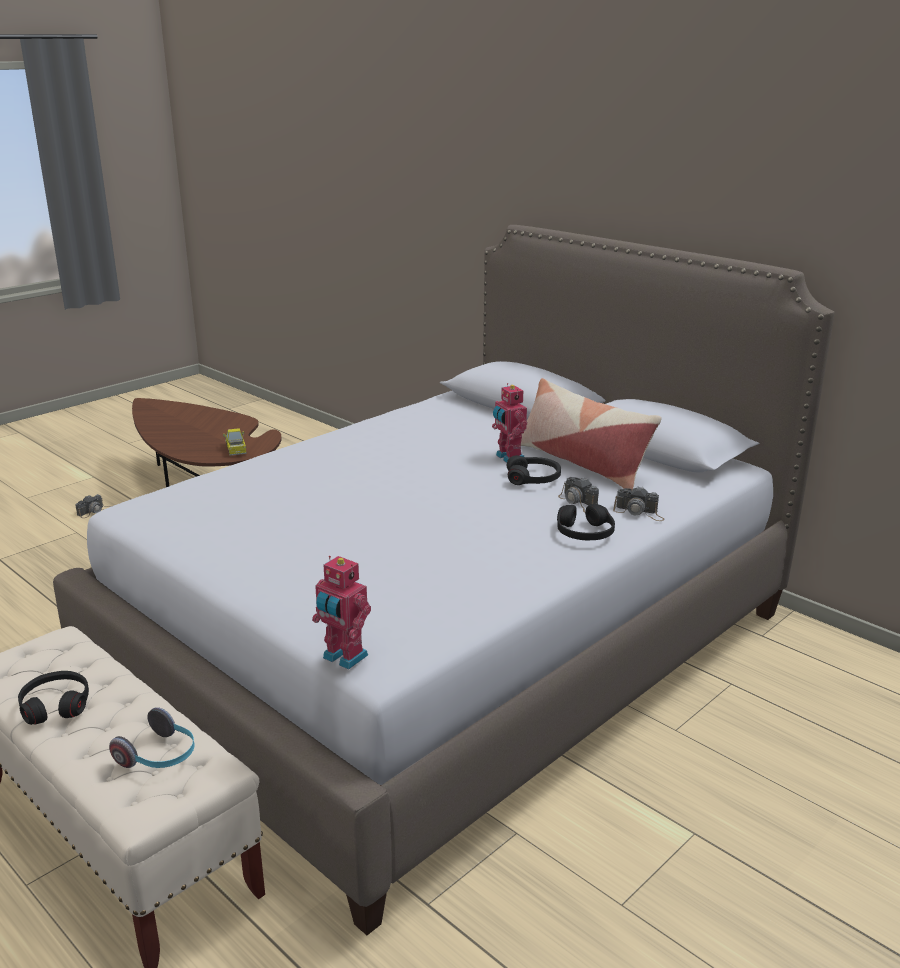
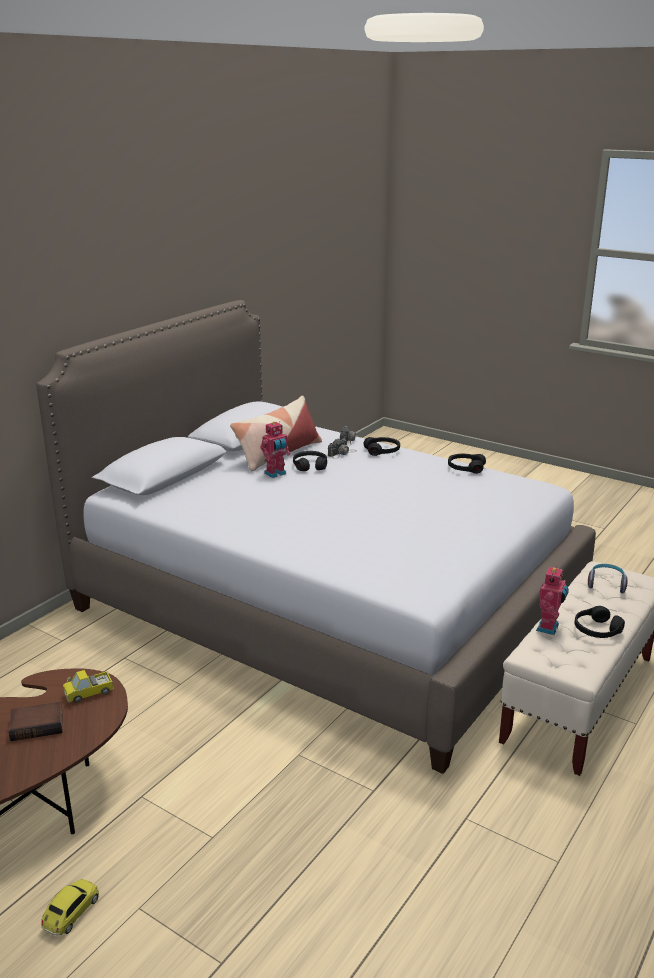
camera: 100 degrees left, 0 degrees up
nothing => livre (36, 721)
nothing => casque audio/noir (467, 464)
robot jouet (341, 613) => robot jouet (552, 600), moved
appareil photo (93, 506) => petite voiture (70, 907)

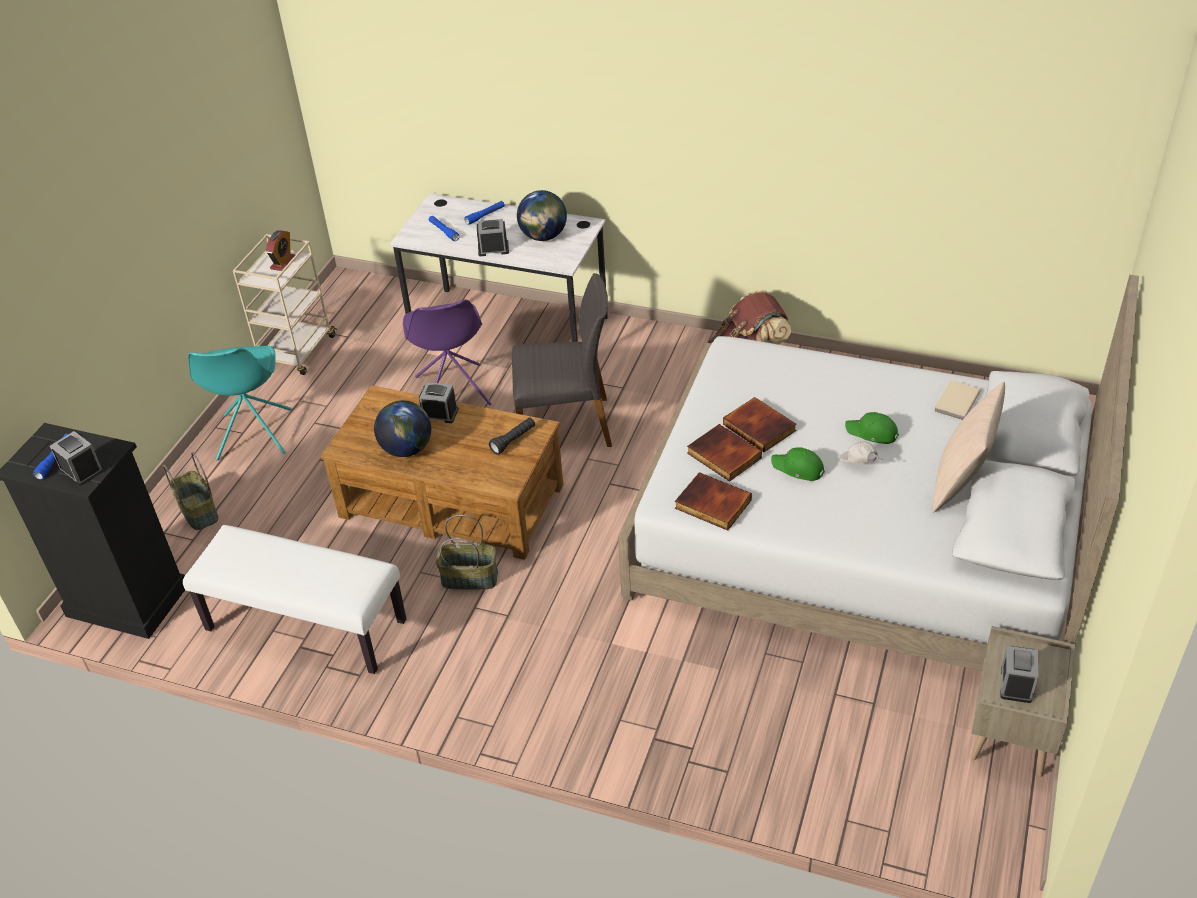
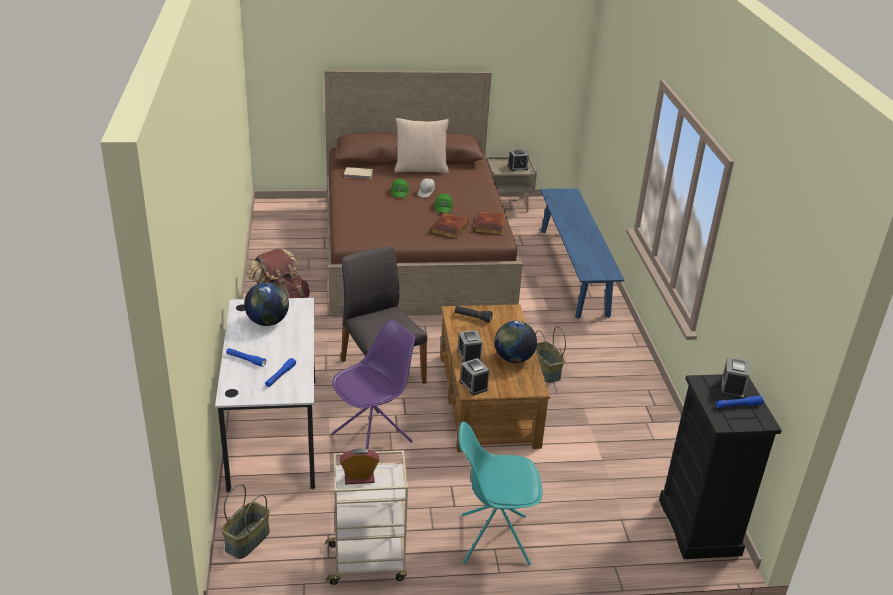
camera: 120 degrees left, 10 degrees down
banc/blanc (294, 599) => nothing
livre (759, 424) => nothing
nothing => banc/bleu (582, 253)
panier (190, 491) => panier (246, 521), moved
réveil (493, 237) => réveil (474, 376), moved
lit/blanc (878, 473) => lit/marron (423, 193)
chaise/turquoise (240, 403) => chaise/turquoise (500, 493), 150 degrees counterclockwise

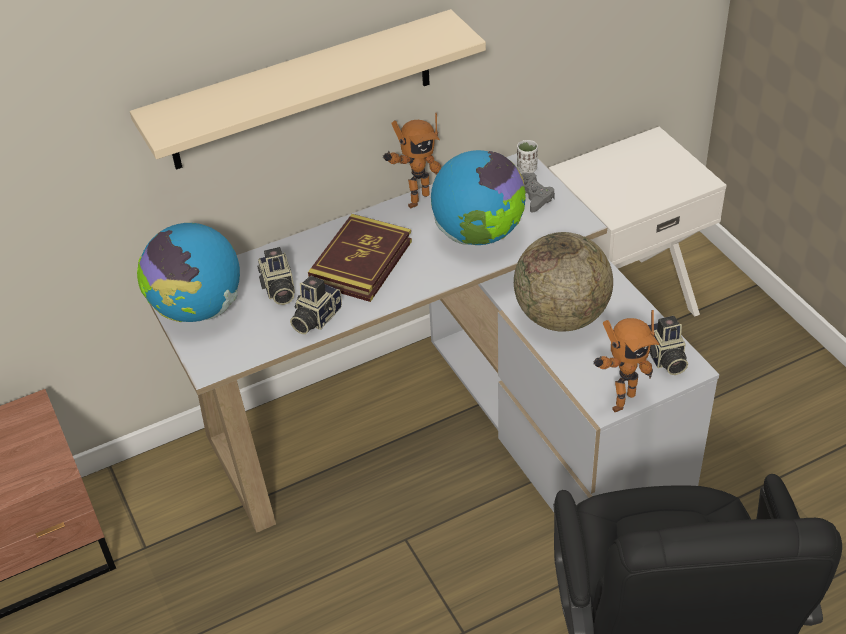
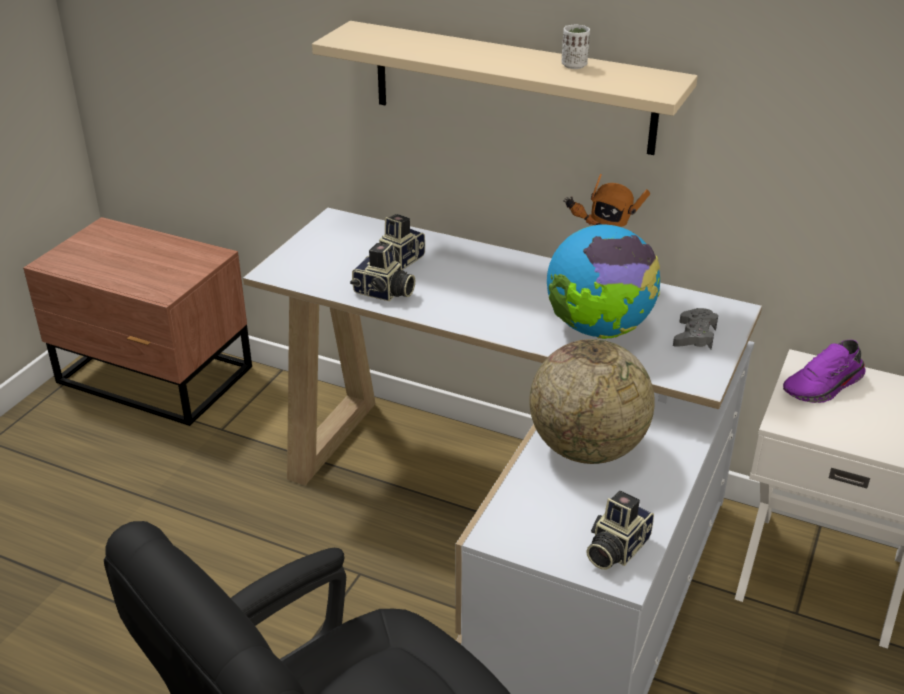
camera: 50 degrees right, 10 degrees down
globe (188, 272) => nothing
livre (360, 258) => nothing
robot jouet (626, 361) => nothing
nothing => chaussure/violet (824, 371)
tasse/blanc (527, 156) => tasse/blanc (575, 47), moved
appareil photo (316, 305) => appareil photo (382, 272), 150 degrees counterclockwise

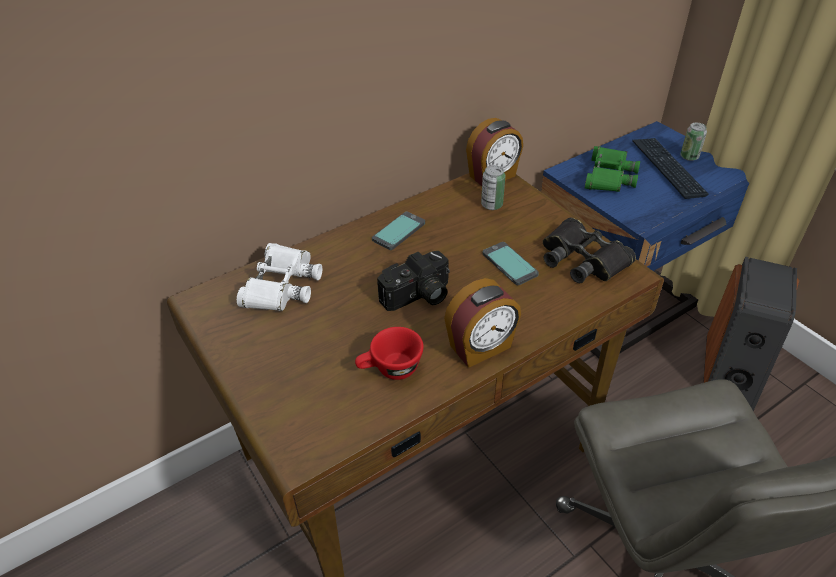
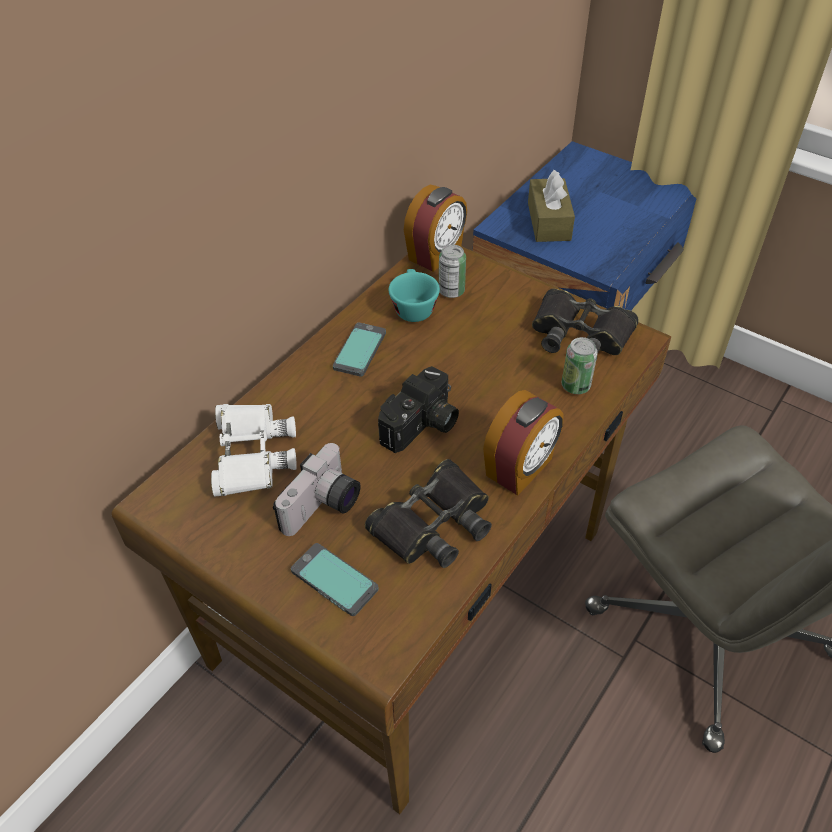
camera: 20 degrees left, 5 degrees up
clavier (670, 168) => nothing
enceinte (751, 334) => nothing
nothing => appareil photo (317, 489)
nothing => tasse/turquoise (414, 295)
téléphone (510, 263) => téléphone (335, 579), moved
boîte métallique (693, 142) => boîte métallique (579, 365), moved
tasse/rouge (389, 353) => jumelles/noir (428, 513)
jumelles/vert (612, 169) => boîte à mouchoirs/marron (551, 206)

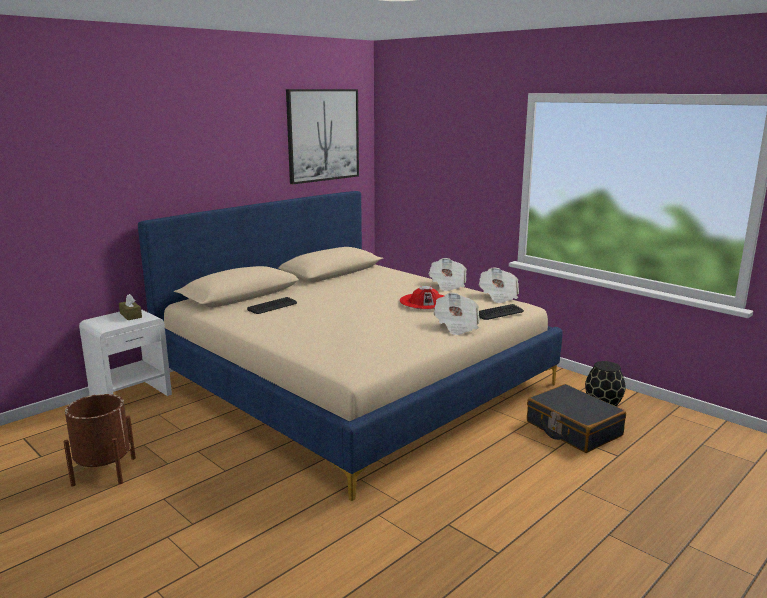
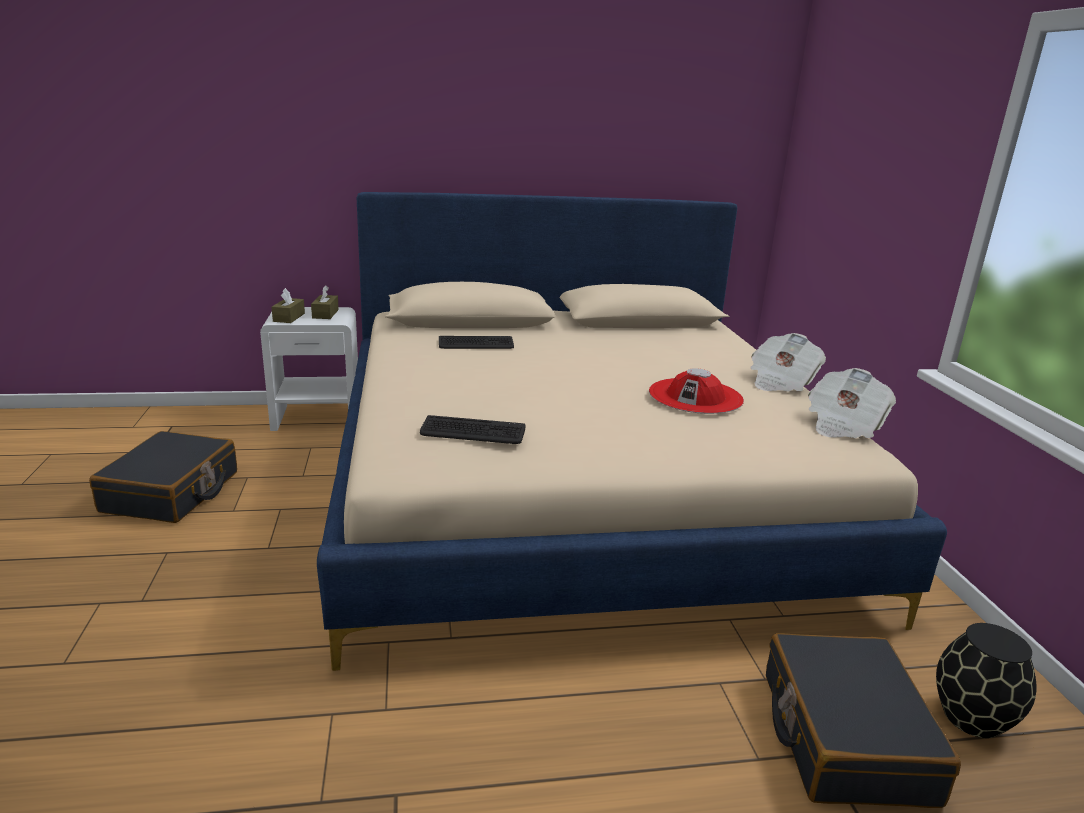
camera: 35 degrees right, 5 degrees up
tableau (322, 136) => nothing
journal (457, 314) => nothing
nothing => boîte à mouchoirs/marron (288, 305)
clavier (501, 312) => clavier (472, 429), moved
cache-pot/marron (99, 440) => valise/noir (163, 477)

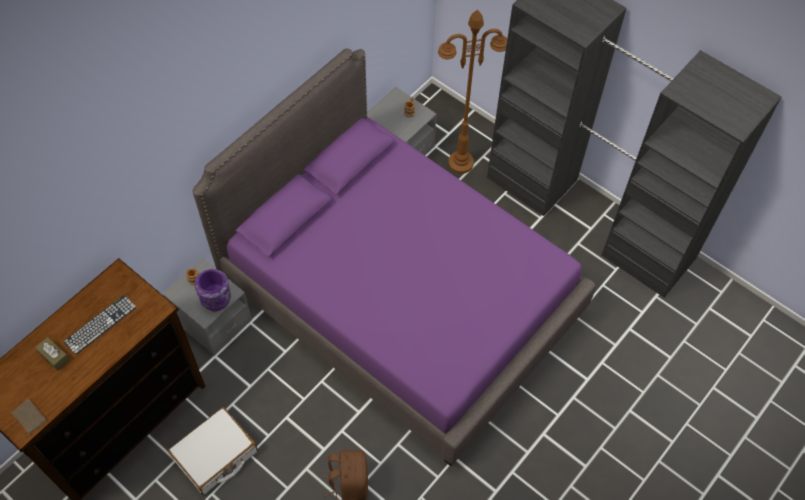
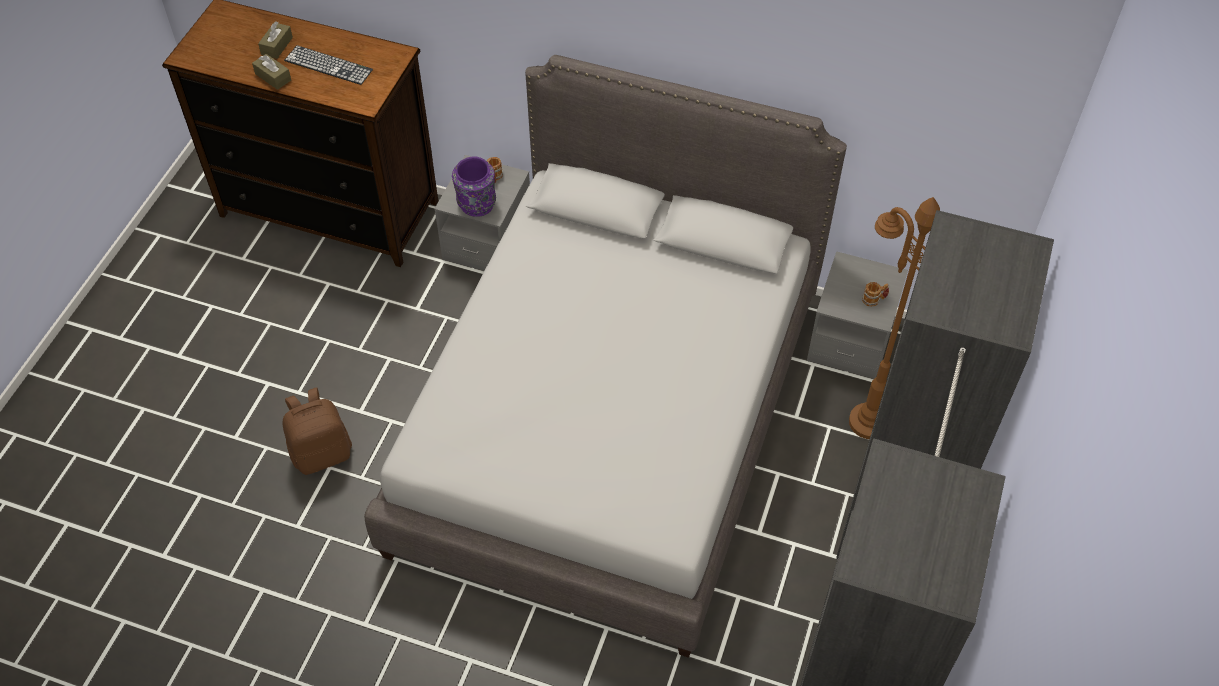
camera: 70 degrees right, 5 degrees down
livre/marron (29, 418) => nothing
valise/blanc (213, 451) => nothing
nothing => boîte à mouchoirs/marron (271, 72)
lit/violet (394, 257) => lit/gris (605, 356)

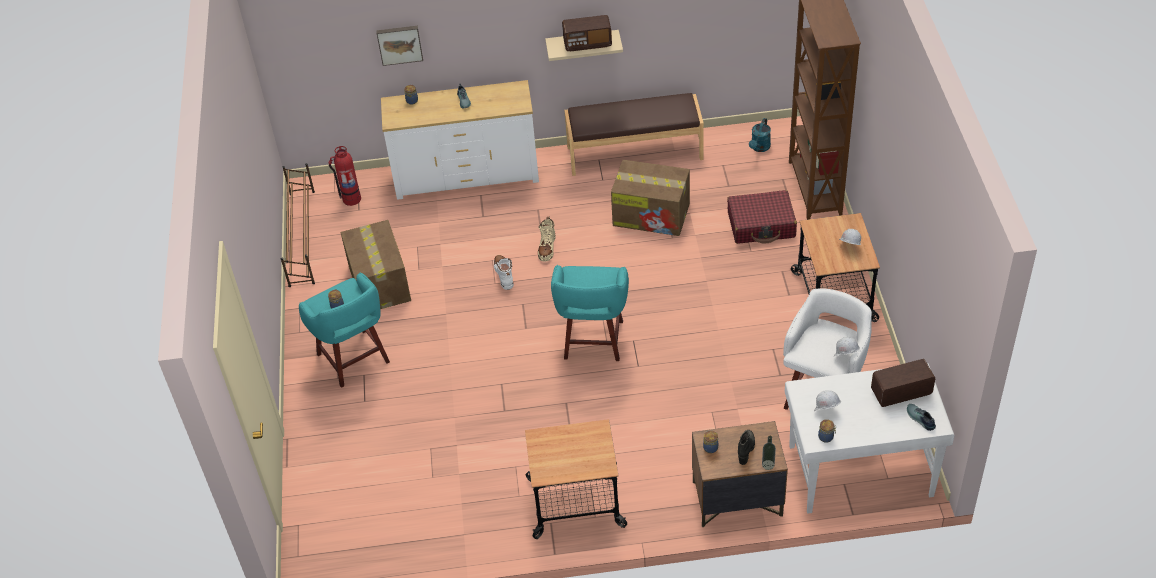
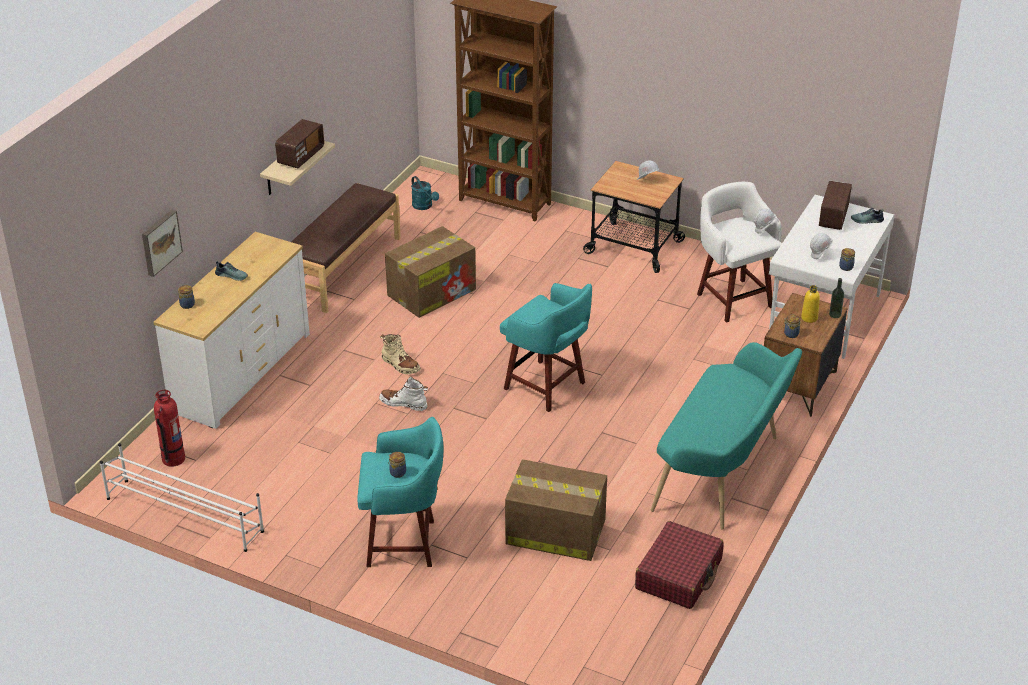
camera: 60 degrees left, 10 degrees down
carton (376, 264) => carton (556, 510), moved
valise/rouge (762, 217) => valise/rouge (679, 565), moved
chariot (576, 479) => banc/turquoise (726, 435)
botte/noir (746, 447) => bouteille/jaune (810, 304)
étagère à chaussures/marron (298, 225) => étagère à chaussures/blanc (182, 497)

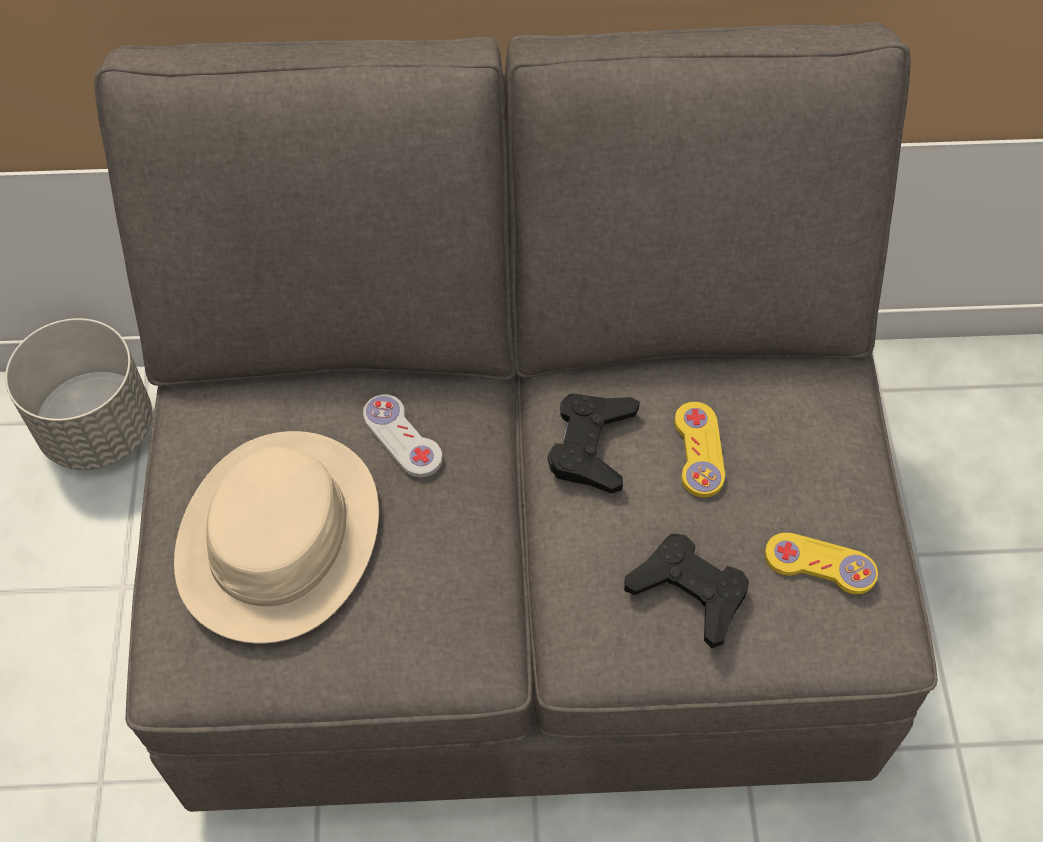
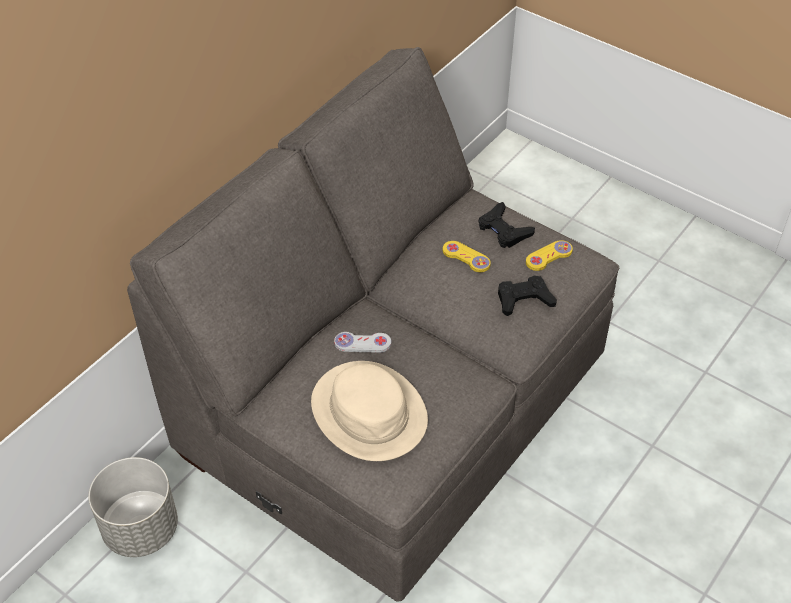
camera: 50 degrees left, 10 degrees down
manette/noir (593, 443) => manette/noir (506, 225), moved

